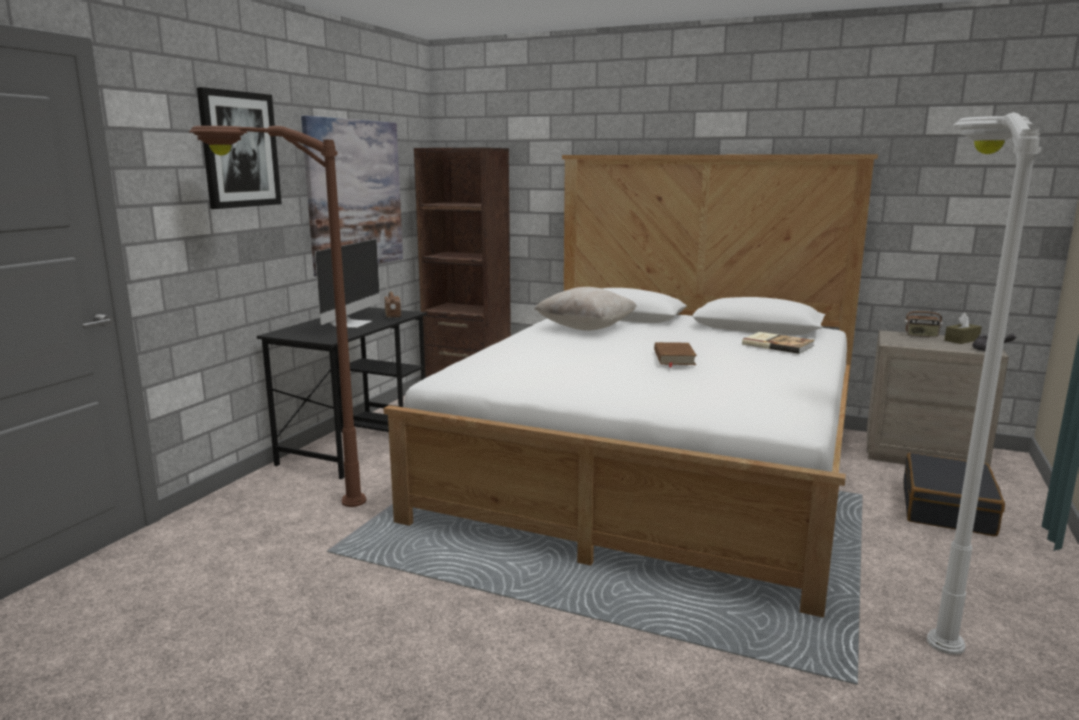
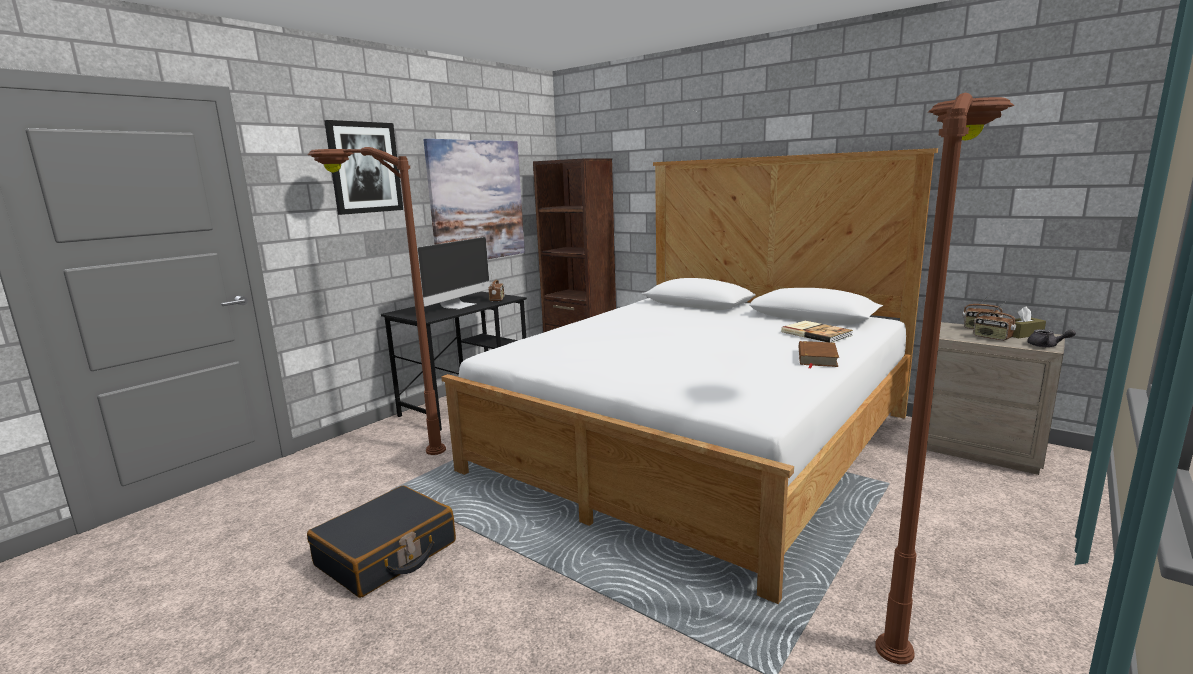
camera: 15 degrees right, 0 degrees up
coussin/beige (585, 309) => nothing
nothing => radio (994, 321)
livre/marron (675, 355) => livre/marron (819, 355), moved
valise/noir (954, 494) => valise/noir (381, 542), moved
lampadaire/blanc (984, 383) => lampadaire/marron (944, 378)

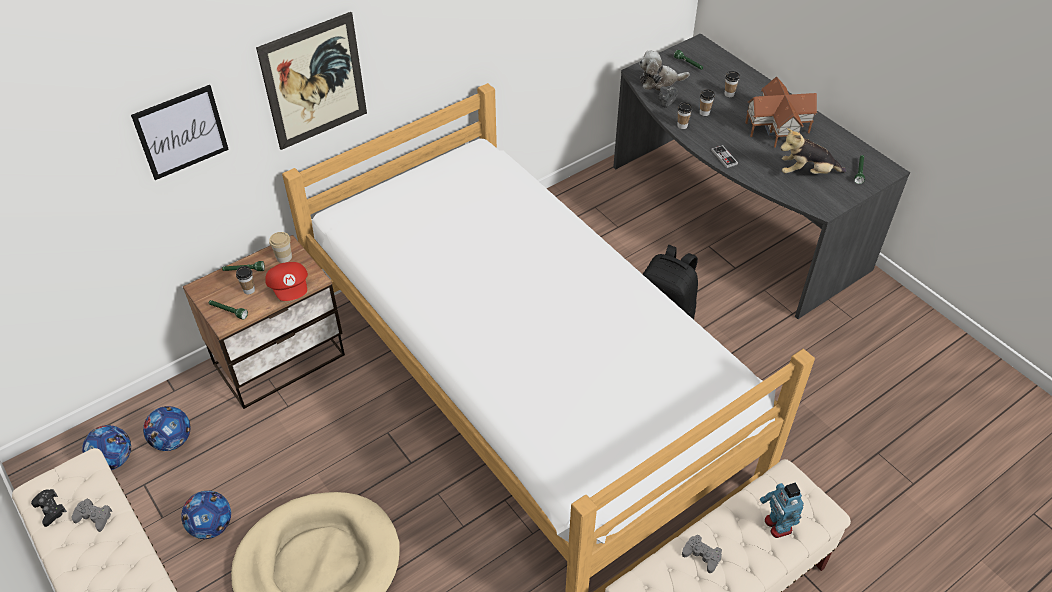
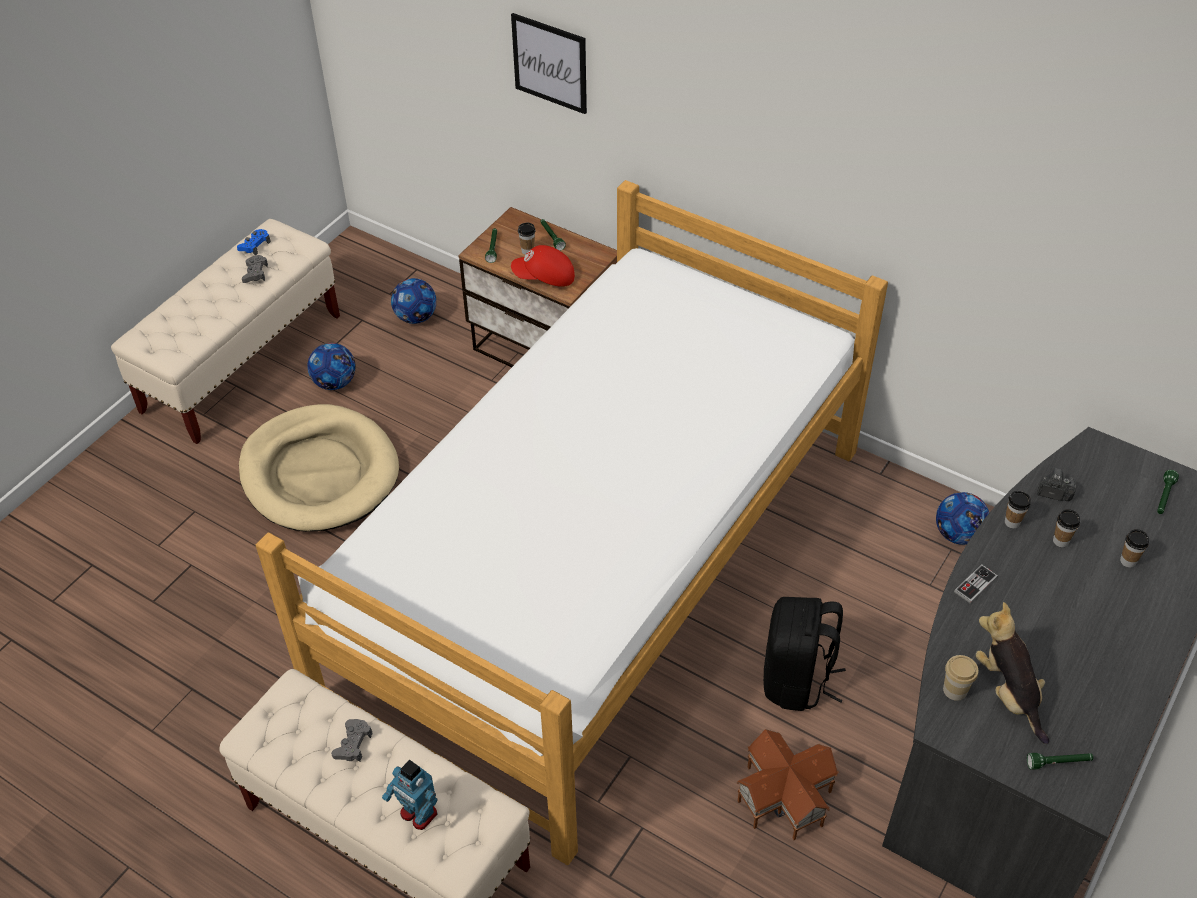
camera: 70 degrees right, 0 degrees up
tableau (311, 81) => nothing
peluche (664, 70) => nothing
ballon de foot (106, 447) => ballon de foot (962, 518), moved
tasse (280, 247) => tasse (960, 678), moved
maison miniature (781, 112) => maison miniature (788, 784), moved
manette/noir (49, 508) => manette/bleu (254, 242)
casquette/rouge (286, 281) => casquette/rouge (543, 266), 45 degrees clockwise
robot jouet (782, 510) => robot jouet (409, 795), 105 degrees counterclockwise

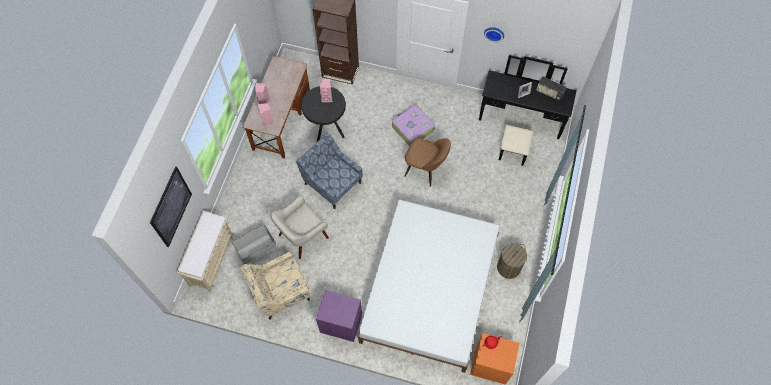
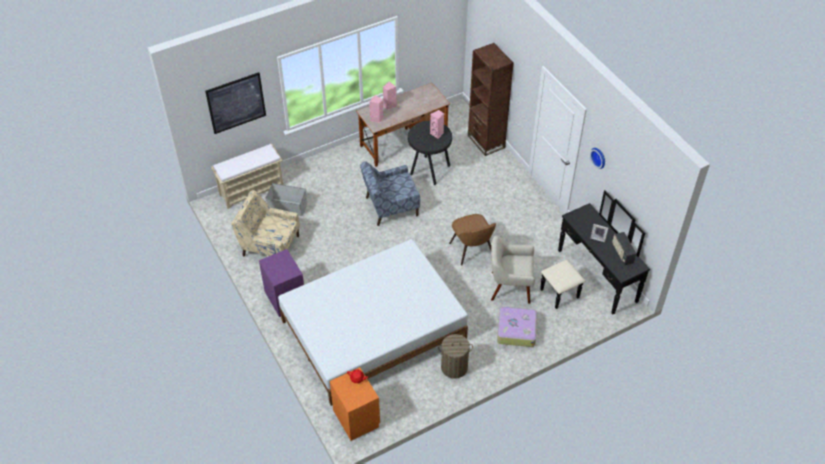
camera: 45 degrees right, 15 degrees down
fauteuil/beige (300, 227) => fauteuil/beige (513, 270), moved
valise (413, 125) => valise (517, 326), moved
fauteuil/bleu (329, 171) => fauteuil/bleu (390, 193), 105 degrees counterclockwise

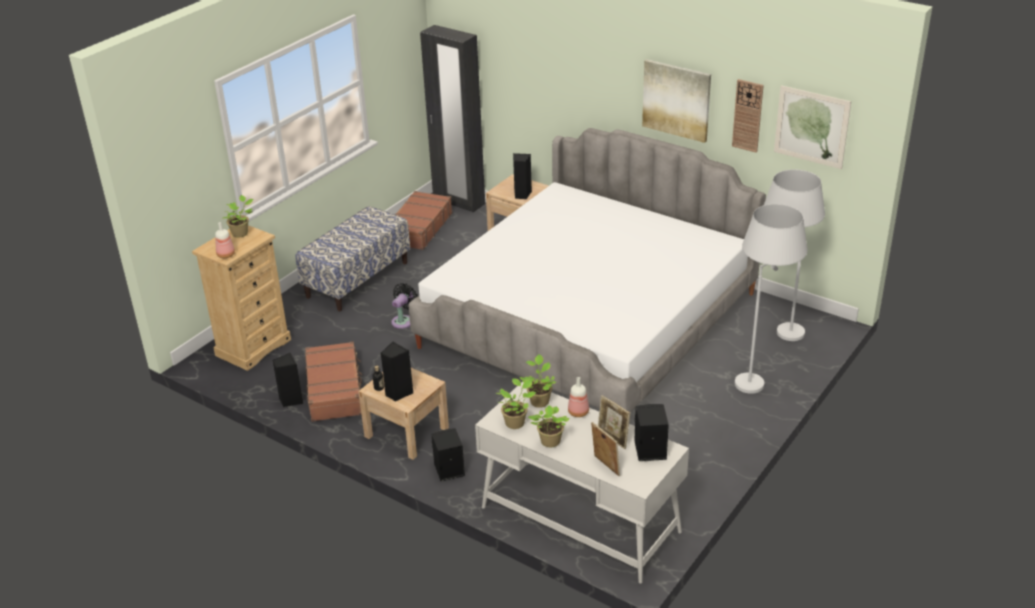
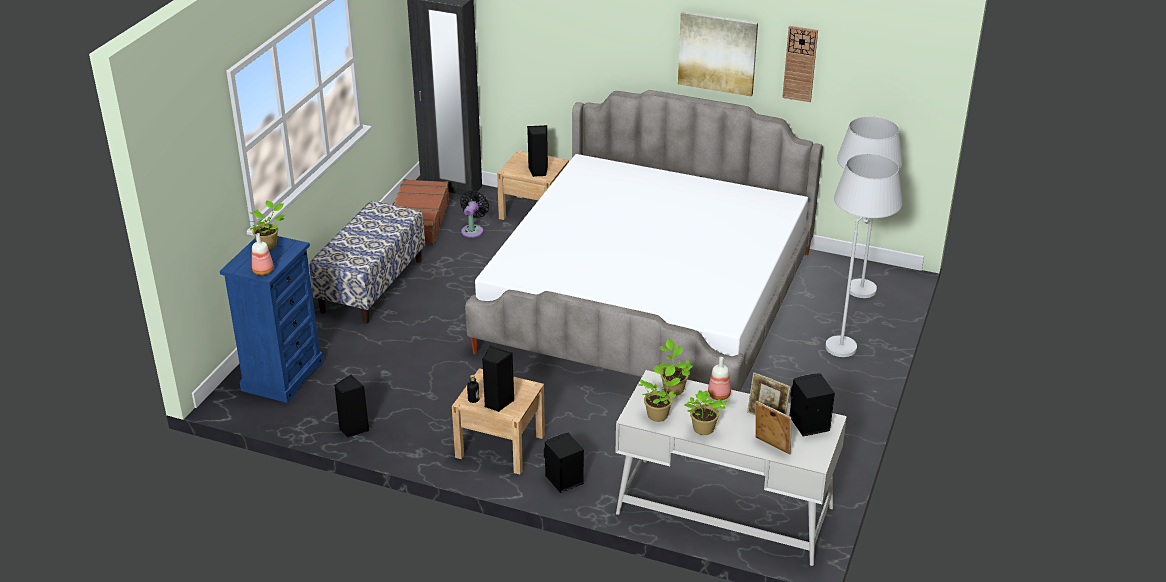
camera: 15 degrees left, 0 degrees up
valise/marron (333, 382) => nothing
tableau (812, 127) => nothing
ventilateur/noir (404, 306) => ventilateur/noir (474, 214), moved
commode/beige (241, 298) => commode/bleu (272, 319)

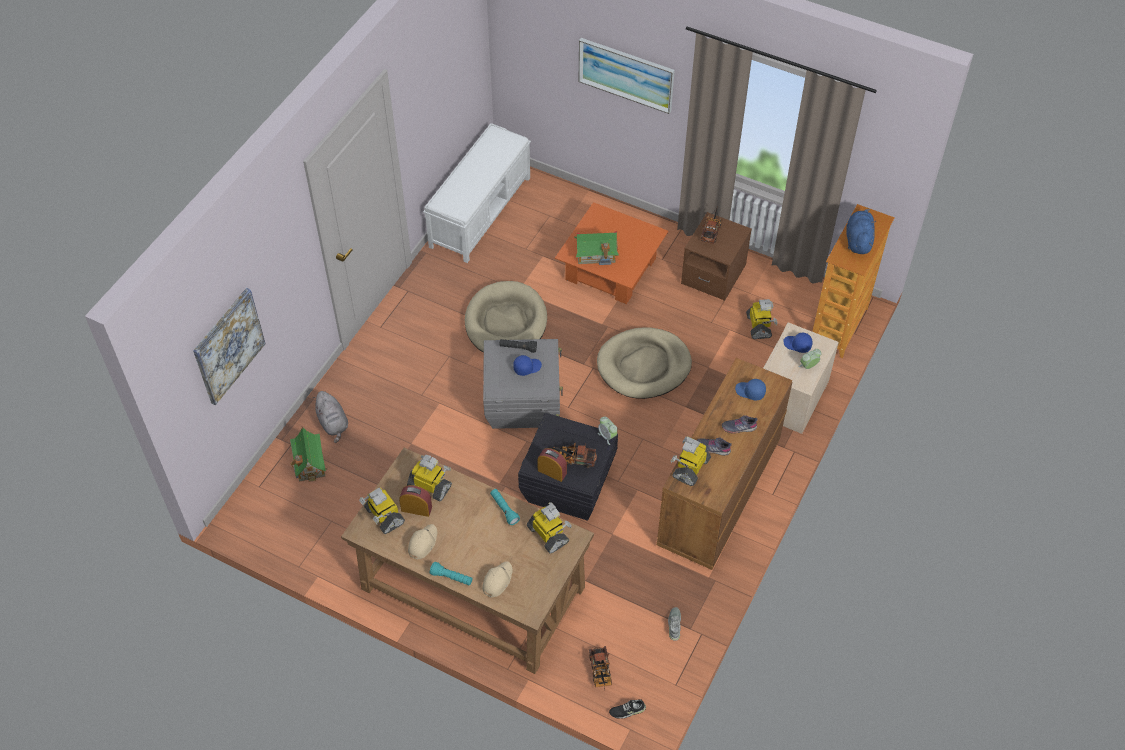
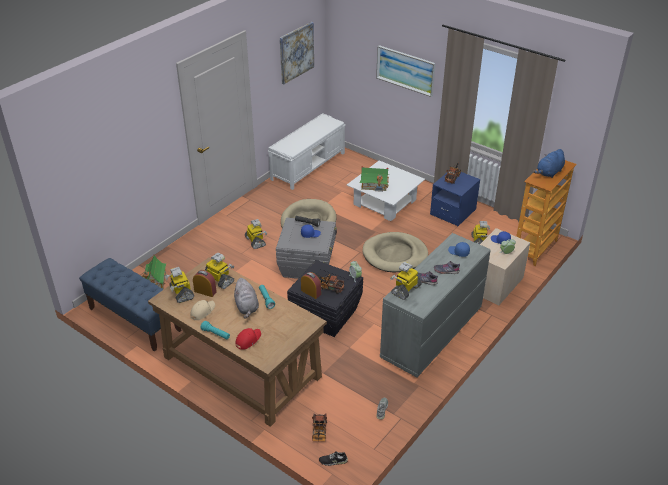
camera: 10 degrees right, 15 degrees down
nothing => banc/bleu (130, 305)
tableau (229, 346) => tableau (297, 53), moved
peluche/gris (330, 417) => peluche/gris (246, 298), moved
robot jouet (549, 527) => robot jouet (256, 234), moved
casquette/beige (497, 580) => casquette/rouge (248, 339)
table basse/orange (611, 253) => table basse/blanc (386, 190)
commode/marron (724, 464) => commode/gris (435, 305)
table de chevet/marron (716, 256) => table de chevet/bleu (455, 198)
peluche/bleu (861, 231) => peluche/bleu (549, 163), 150 degrees counterclockwise

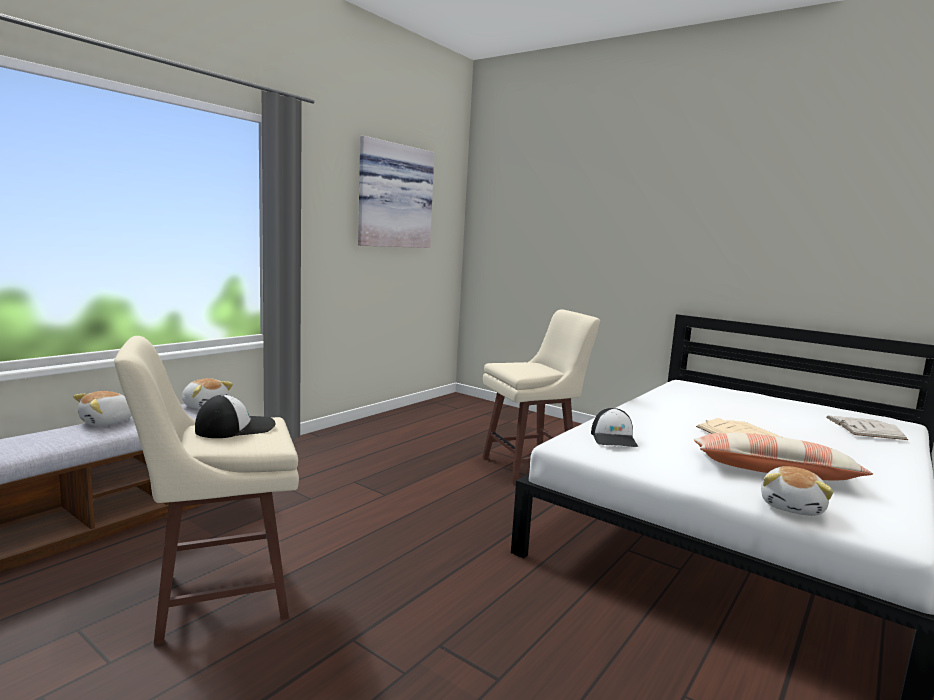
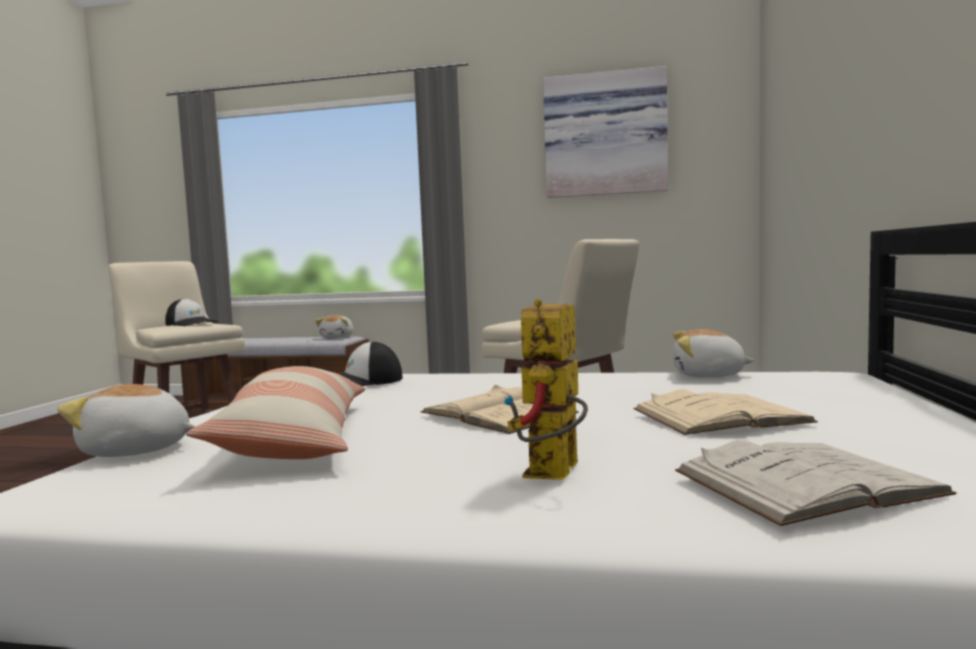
camera: 65 degrees right, 5 degrees down
nothing => robot jouet (546, 389)
nothing => livre/beige (725, 412)
peluche (102, 408) => peluche (714, 353), moved

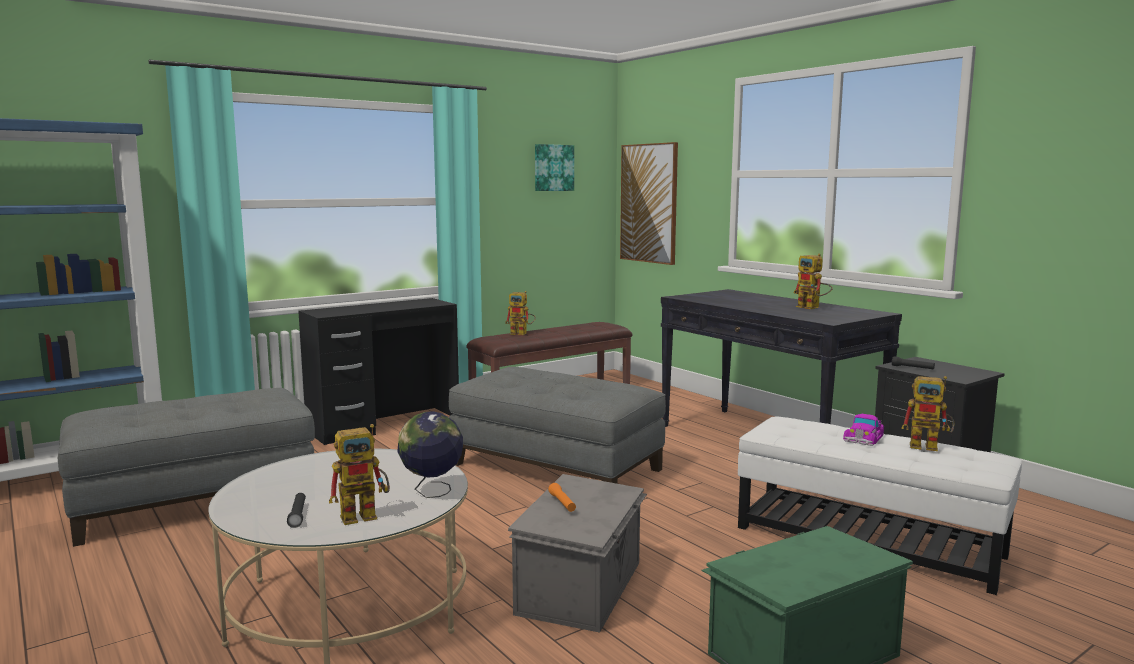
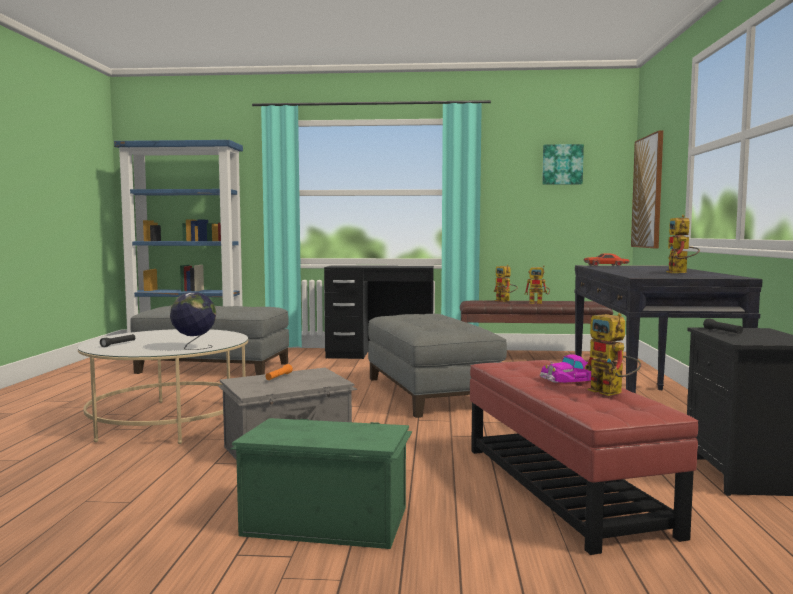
camera: 40 degrees right, 5 degrees down
nothing => petite voiture/rouge (606, 259)
robot jouet (359, 474) => robot jouet (537, 285), moved
pouf/blanc (880, 506) => pouf/rouge (584, 457)

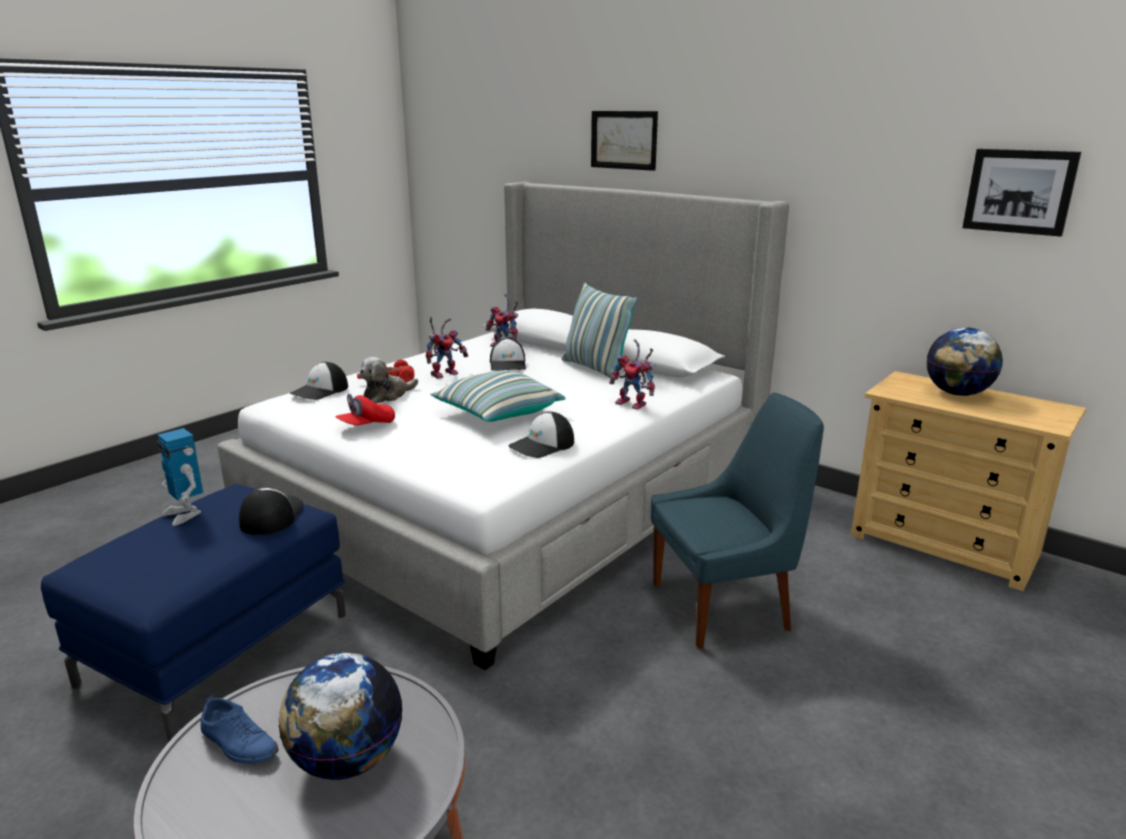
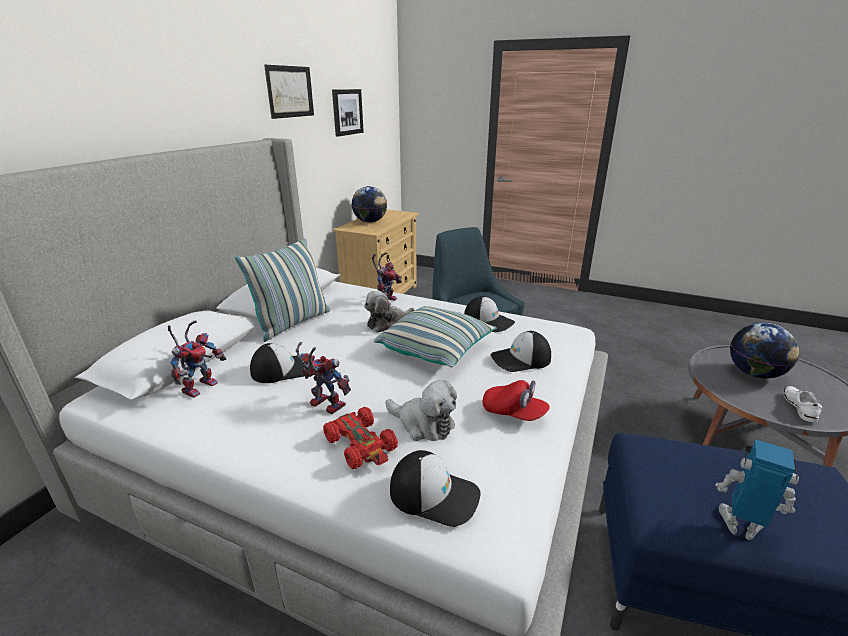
camera: 105 degrees left, 5 degrees up
nothing => peluche (389, 312)
casquette (271, 511) => casquette (521, 351), moved
tableau (624, 141) => tableau (289, 92), moved
chaussure/bleu (239, 730) => chaussure/blanc (802, 404)
robot jouet (180, 477) => robot jouet (757, 489), 90 degrees counterclockwise

